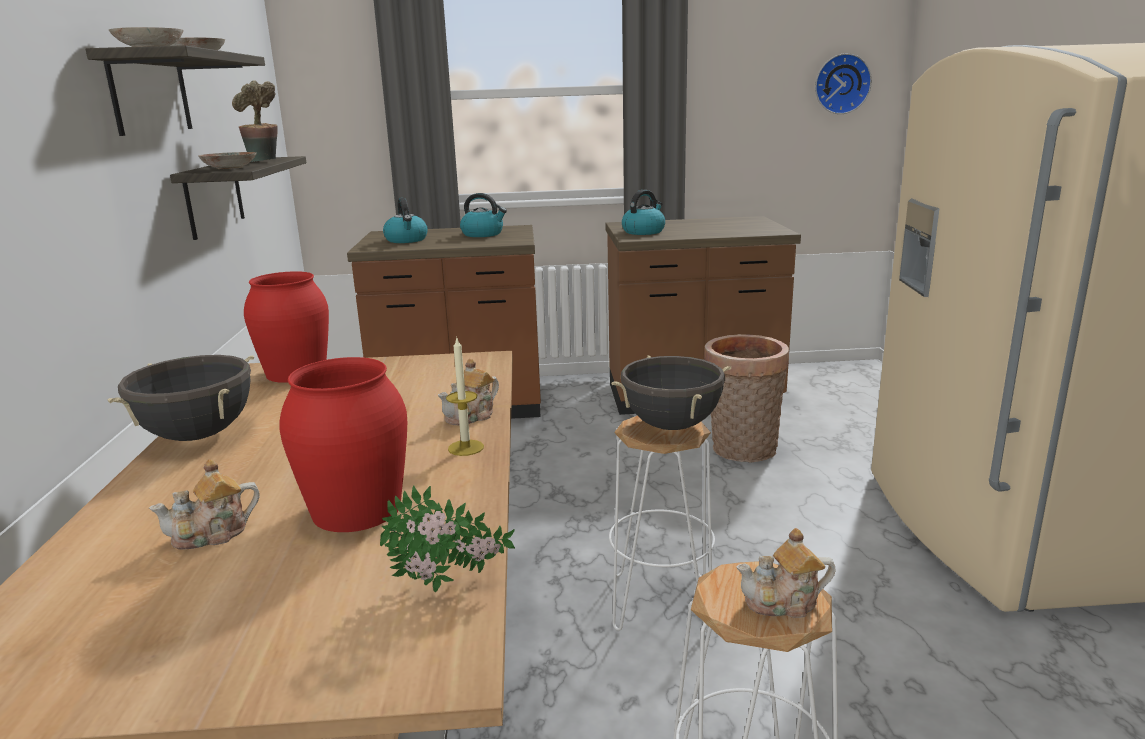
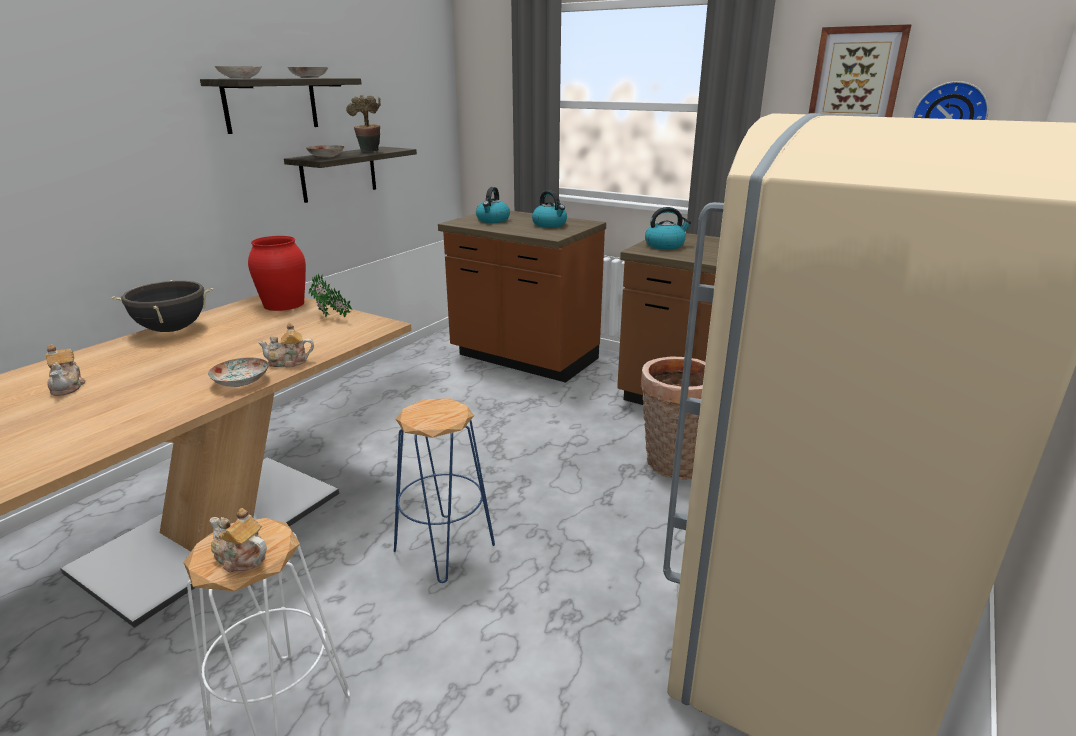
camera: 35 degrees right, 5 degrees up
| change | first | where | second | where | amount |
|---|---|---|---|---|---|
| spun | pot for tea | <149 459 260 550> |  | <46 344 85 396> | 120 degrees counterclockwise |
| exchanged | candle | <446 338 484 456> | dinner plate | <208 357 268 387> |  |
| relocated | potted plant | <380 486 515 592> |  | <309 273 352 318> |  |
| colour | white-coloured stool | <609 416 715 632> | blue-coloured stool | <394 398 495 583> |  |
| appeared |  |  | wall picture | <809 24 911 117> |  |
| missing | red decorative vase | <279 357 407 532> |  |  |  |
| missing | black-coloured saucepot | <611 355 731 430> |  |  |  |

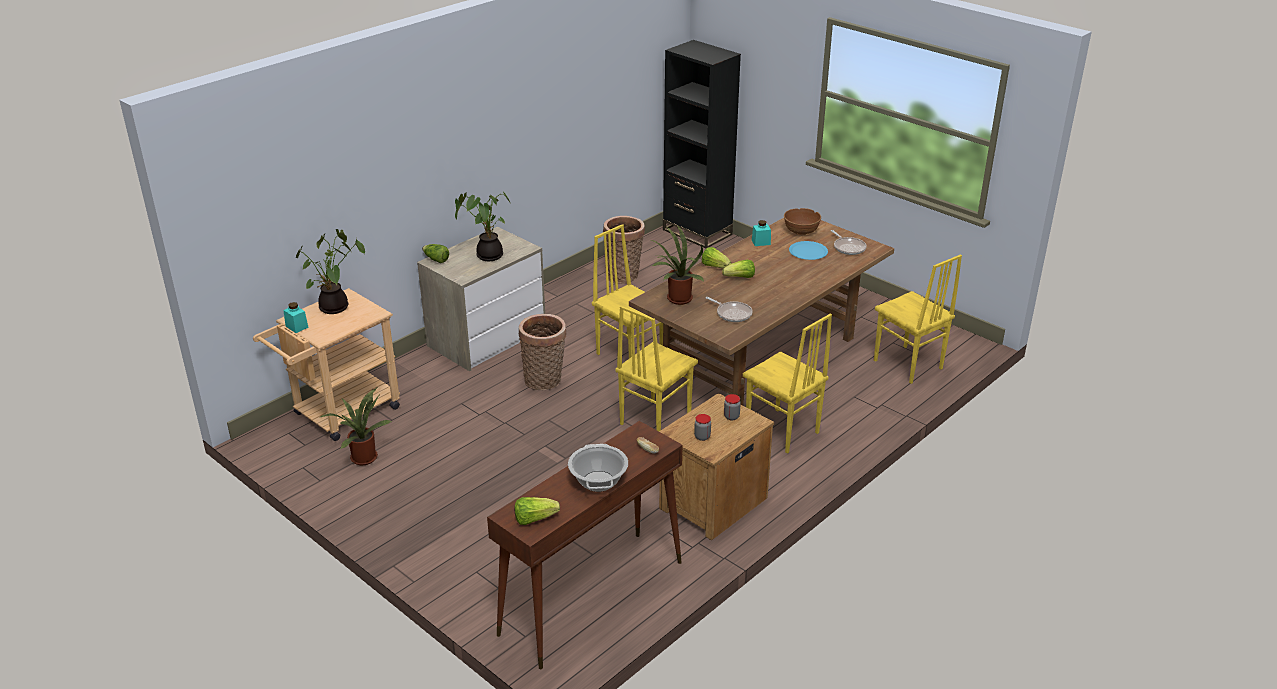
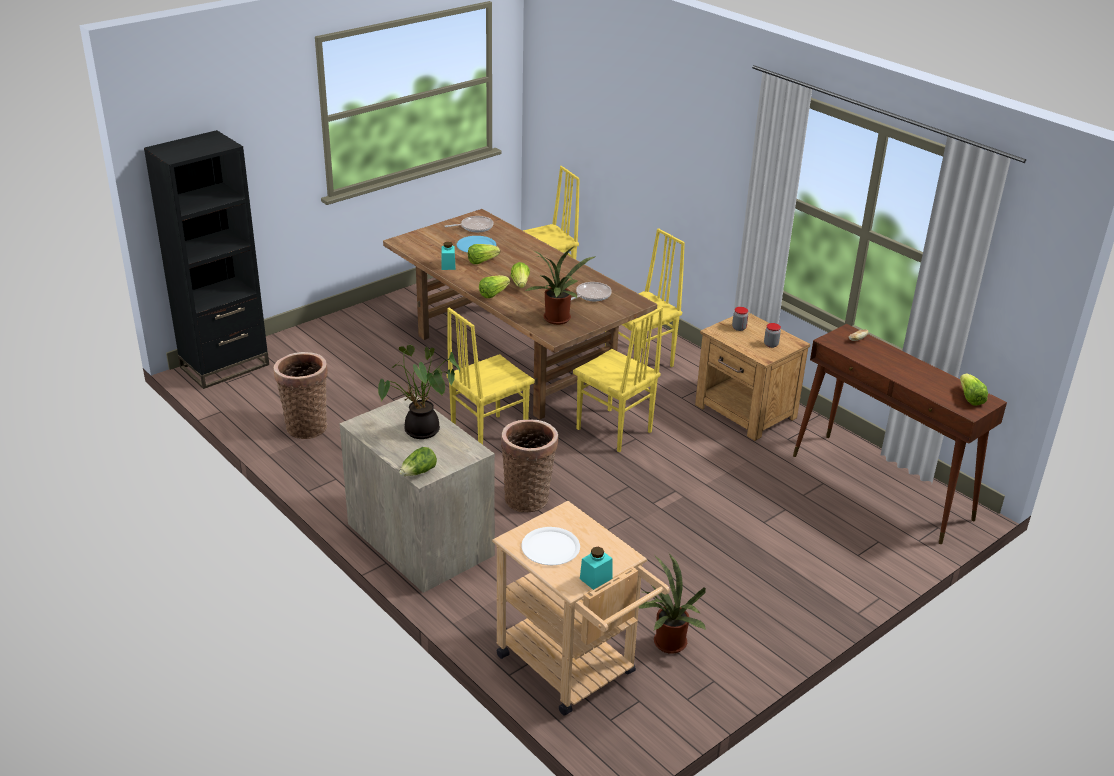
camera: 85 degrees left, 0 degrees up
| change | first | where | second | where | amount |
|---|---|---|---|---|---|
| appeared |  |  | head of lettuce | <468 244 500 264> |  |
| exchanged | potted plant | <296 229 365 314> | white-coloured dinner plate | <521 527 580 565> |  |
| missing | saucepot | <568 444 628 492> |  |  |  |
| missing | brown bowl | <784 208 821 235> |  |  |  |

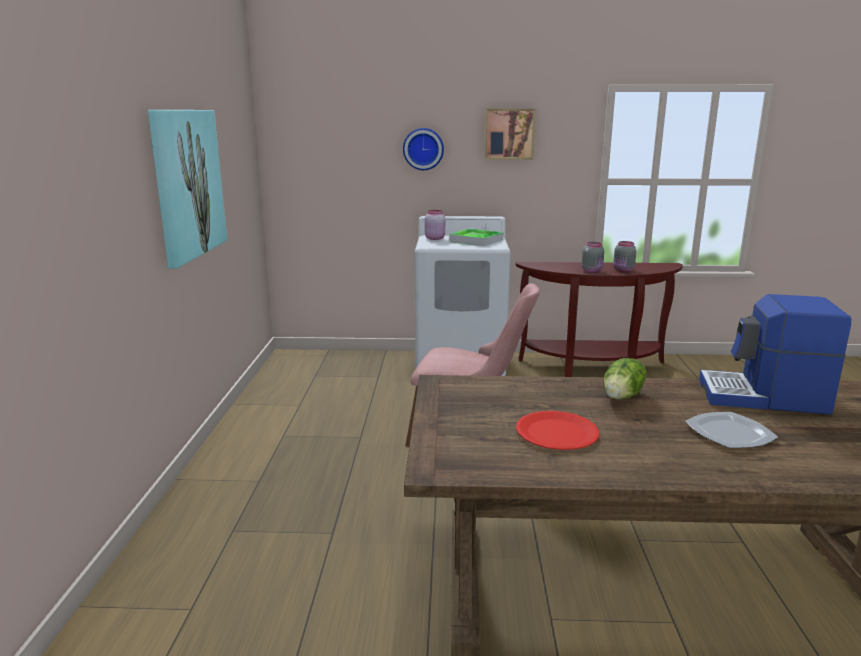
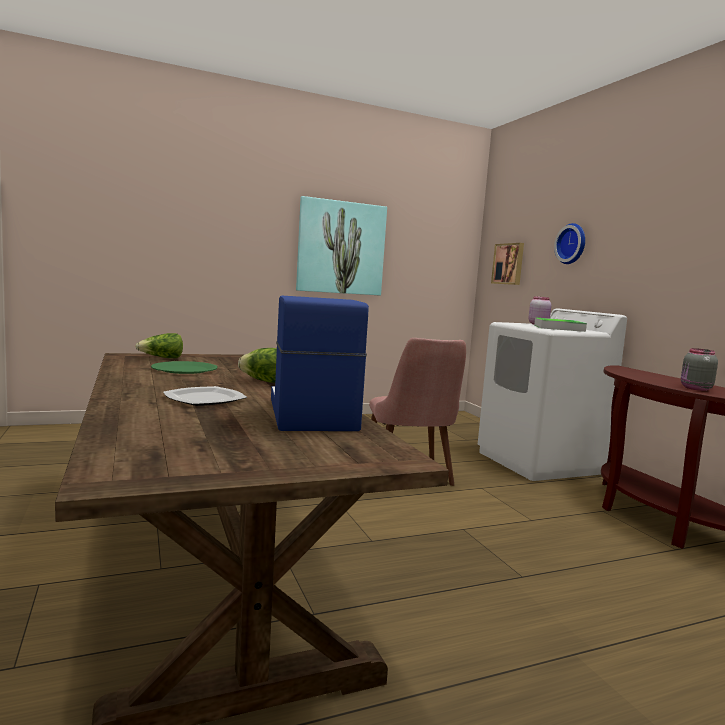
camera: 65 degrees right, 10 degrees down
| change | first | where | second | where | amount |
|---|---|---|---|---|---|
| appeared |  |  | head of lettuce | <135 333 183 358> |  |
| colour | red dinner plate | <516 411 599 450> | green dinner plate | <151 361 218 374> |  |
| relocated | wall picture | <485 109 535 159> |  | <491 243 524 285> |  |
| missing | grey preserve jar | <581 242 604 273> |  |  |  |

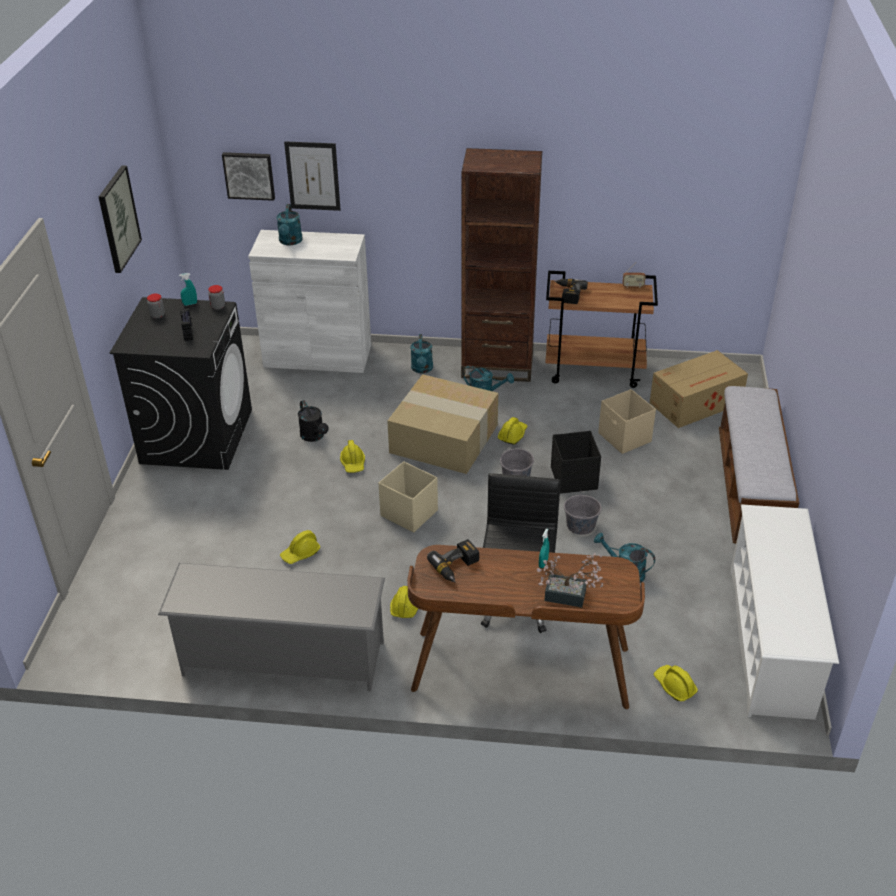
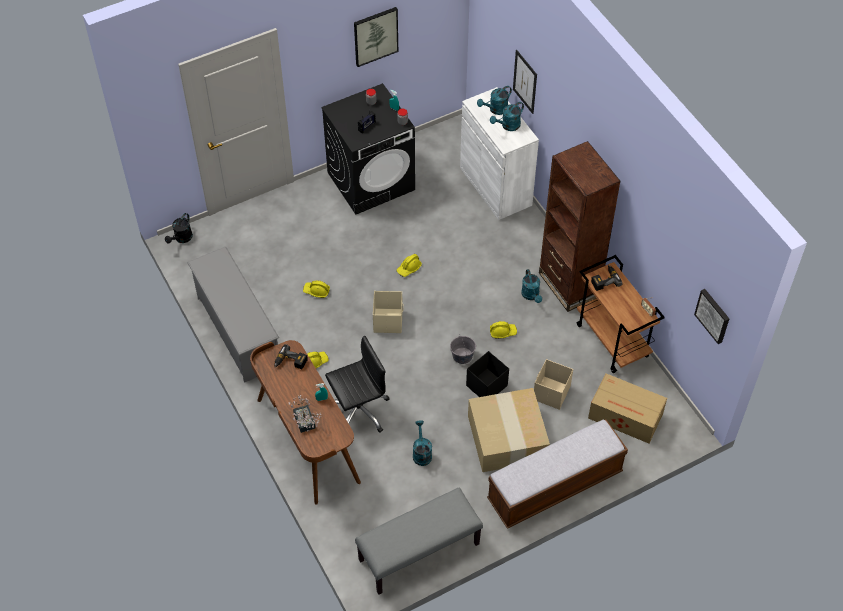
camera: 55 degrees right, 15 degrees up
| change | first | where | second | where | amount |
|---|---|---|---|---|---|
| relocated | black-coloured watering can | <298 400 328 442> |  | <165 213 193 244> |  |
| exchanged | white-coloured shoe shelf | <730 504 839 720> | grey indoor bench | <355 487 483 595> |  |
| relocated | cardboard box | <387 374 498 474> |  | <468 388 550 472> |  |
| relocated | turquoise watering can | <410 334 433 374> |  | <490 102 524 131> |  |
| relocated | wall picture | <222 152 275 201> |  | <694 289 729 344> |  |
| missing | grey water bucket | <564 489 602 535> |  |  |  |
| missing | yellow-coloured work helmet | <654 665 698 701> |  |  |  |

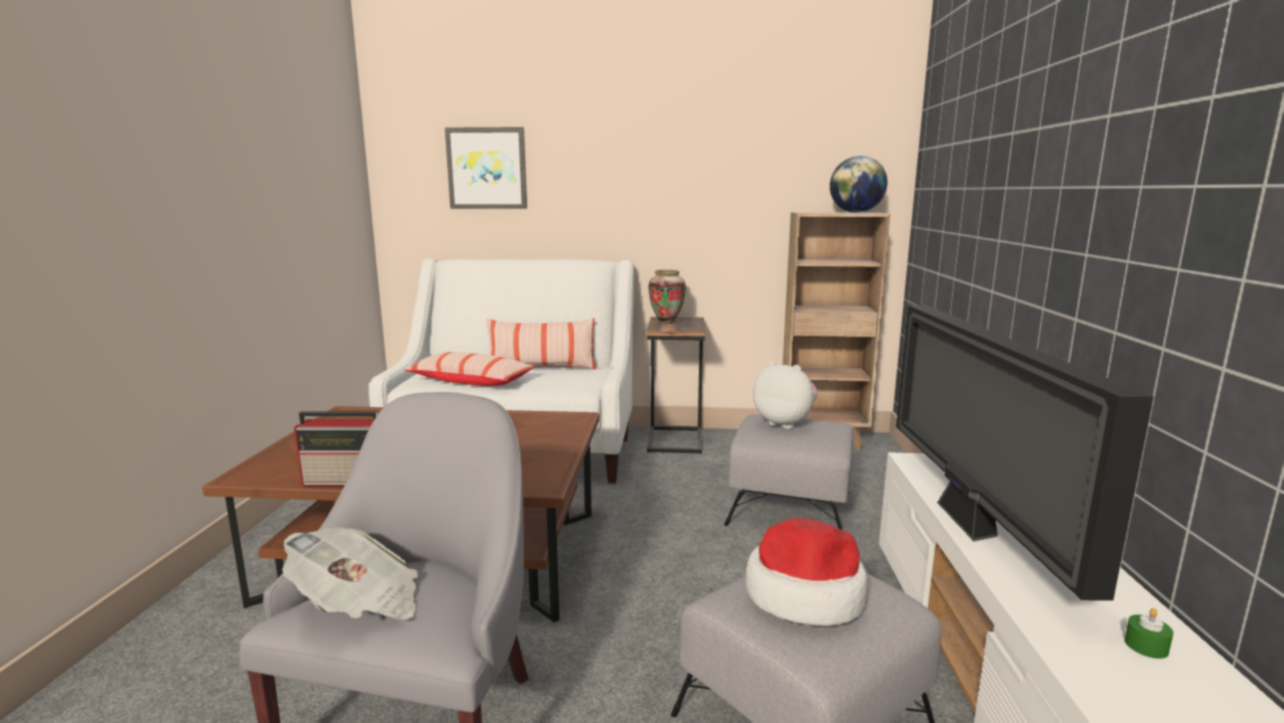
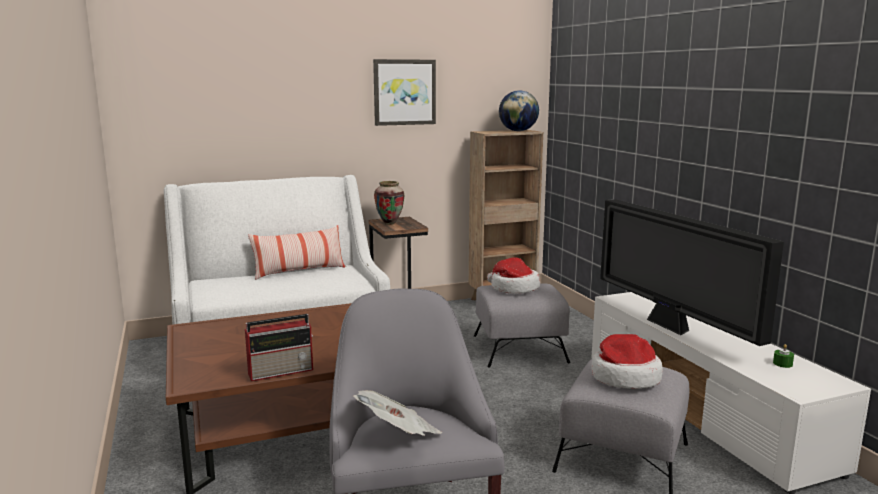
camera: 25 degrees left, 0 degrees up
| change | first | where | second | where | amount |
|---|---|---|---|---|---|
| relocated | wall picture | <445 127 527 209> |  | <373 59 436 126> |  |
| exchanged | cuddly toy | <753 361 818 429> | wearable hat | <487 257 540 294> |  |
| missing | pillow | <404 352 535 386> |  |  |  |

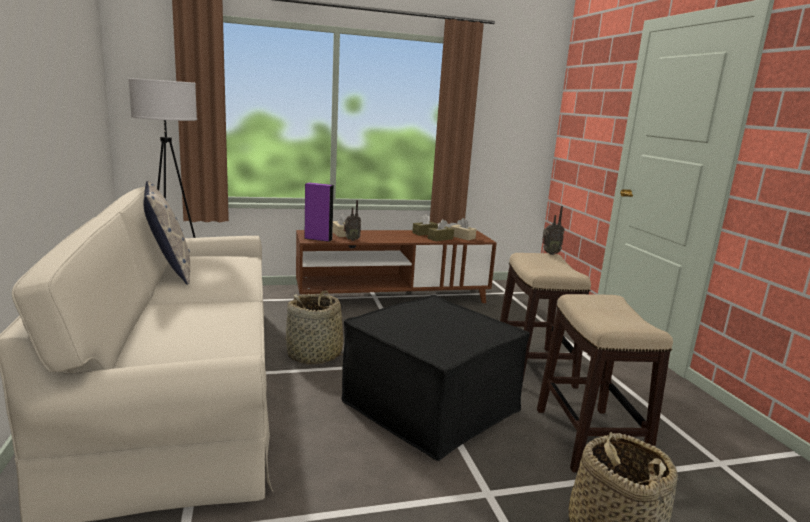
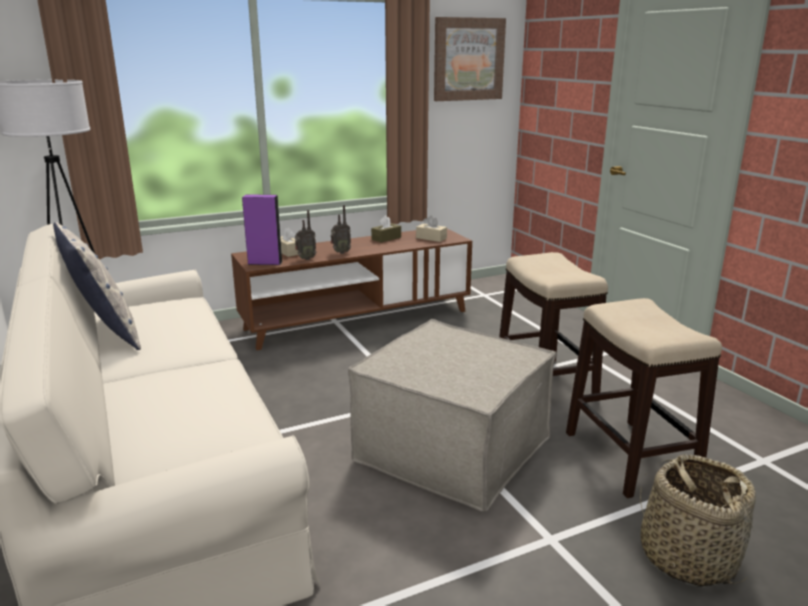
camera: 10 degrees left, 5 degrees up
| change | first | where | second | where | amount |
|---|---|---|---|---|---|
| relocated | radio set | <542 206 564 255> |  | <330 205 351 254> |  |
| colour | black-coloured footrest | <342 295 530 461> | beige-coloured footrest | <348 319 556 512> |  |
| appeared |  |  | wall picture | <434 17 506 101> |  |
| missing | household basket | <285 291 344 364> |  |  |  |
| missing | brown tissue holder | <428 219 454 241> |  |  |  |

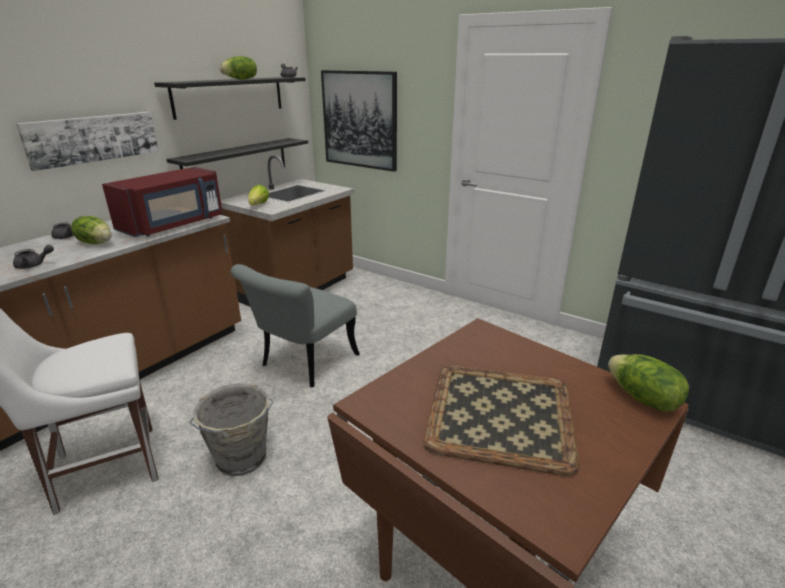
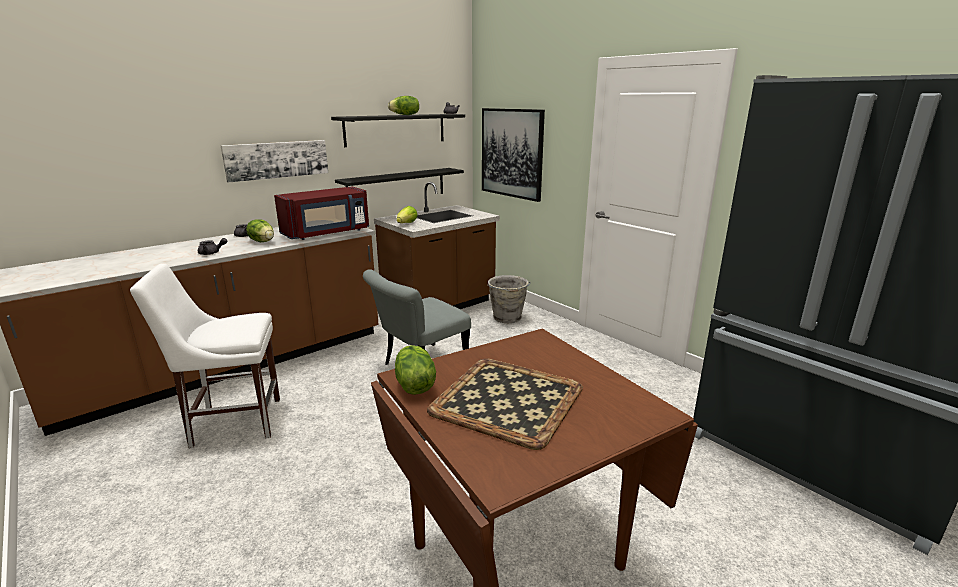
camera: 15 degrees right, 5 degrees down
| change | first | where | second | where | amount |
|---|---|---|---|---|---|
| relocated | head of lettuce | <608 354 689 412> |  | <395 345 436 395> |  |
| relocated | grey water bucket | <190 383 273 476> |  | <487 275 530 323> |  |

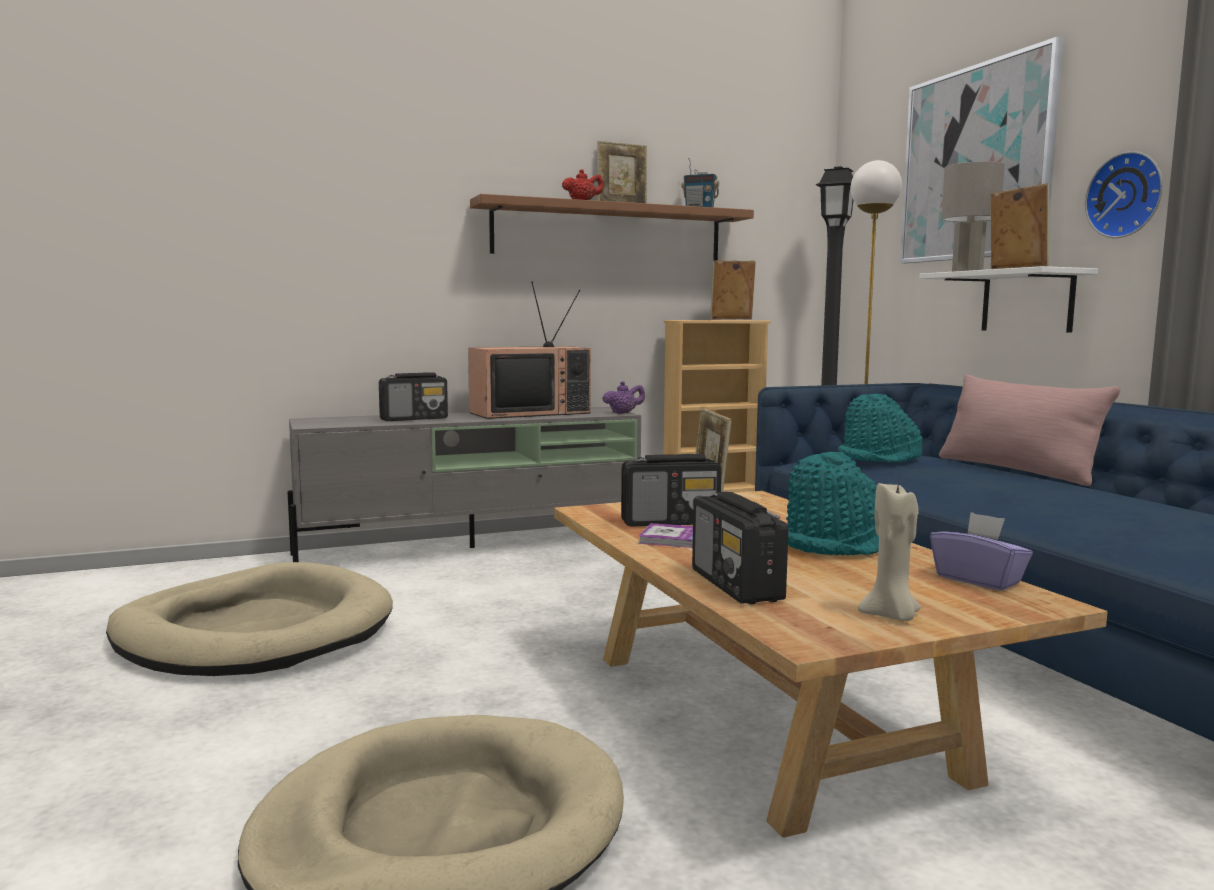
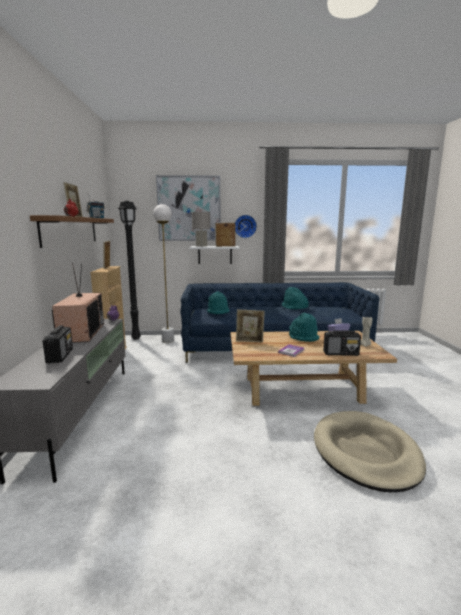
camera: 70 degrees left, 5 degrees up
| change | first | where | second | where | amount |
|---|---|---|---|---|---|
| appeared |  |  | turquoise wearable hat | <282 287 309 309> |  |
| missing | beige-coloured dog cushion | <106 562 393 676> |  |  |  |
| missing | radio set | <621 454 722 527> |  |  |  |
| missing | pink-coloured pillow | <939 375 1120 486> |  |  |  |

